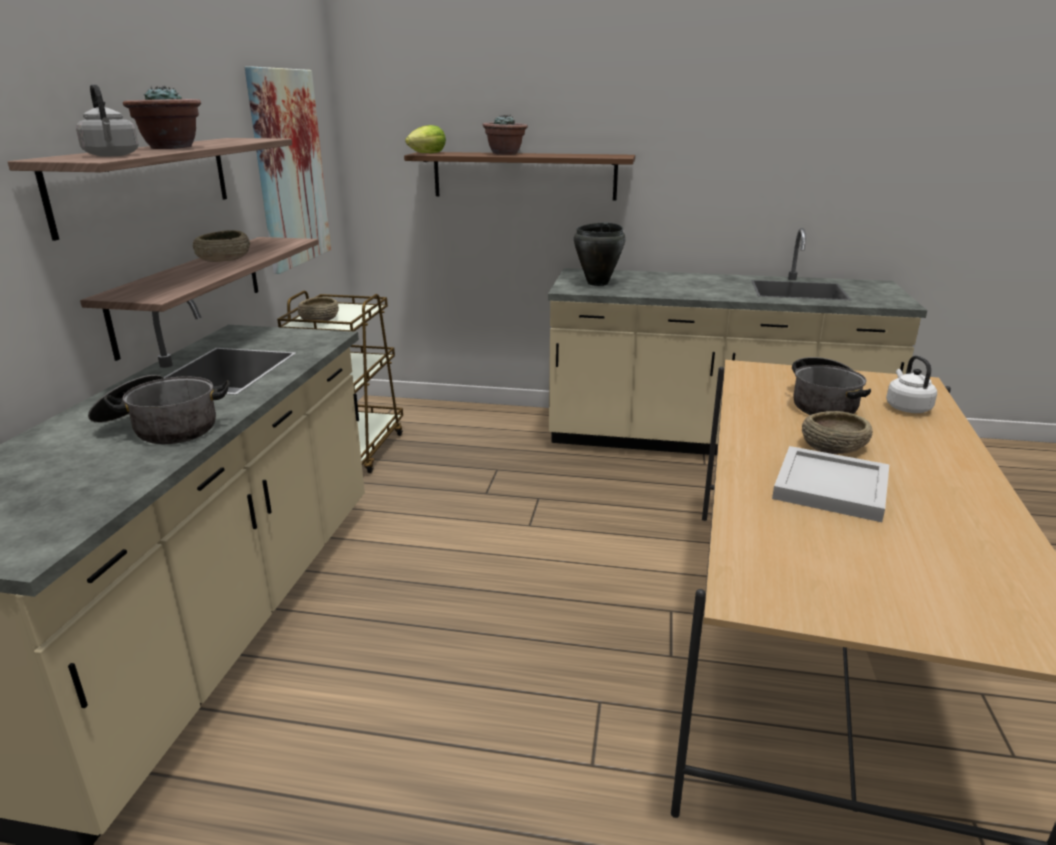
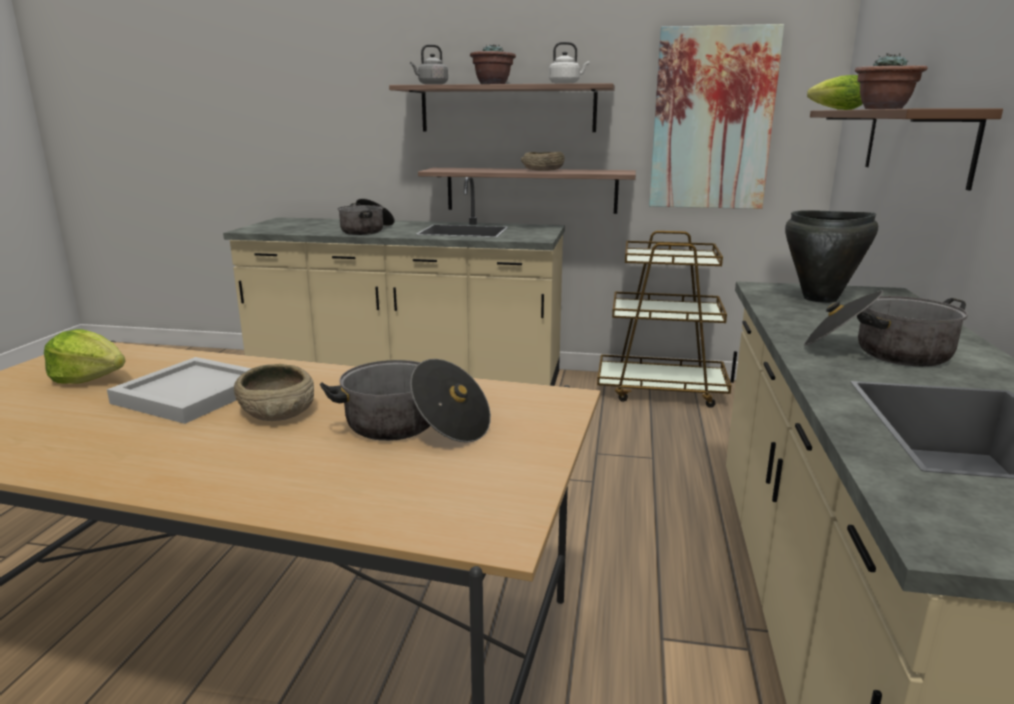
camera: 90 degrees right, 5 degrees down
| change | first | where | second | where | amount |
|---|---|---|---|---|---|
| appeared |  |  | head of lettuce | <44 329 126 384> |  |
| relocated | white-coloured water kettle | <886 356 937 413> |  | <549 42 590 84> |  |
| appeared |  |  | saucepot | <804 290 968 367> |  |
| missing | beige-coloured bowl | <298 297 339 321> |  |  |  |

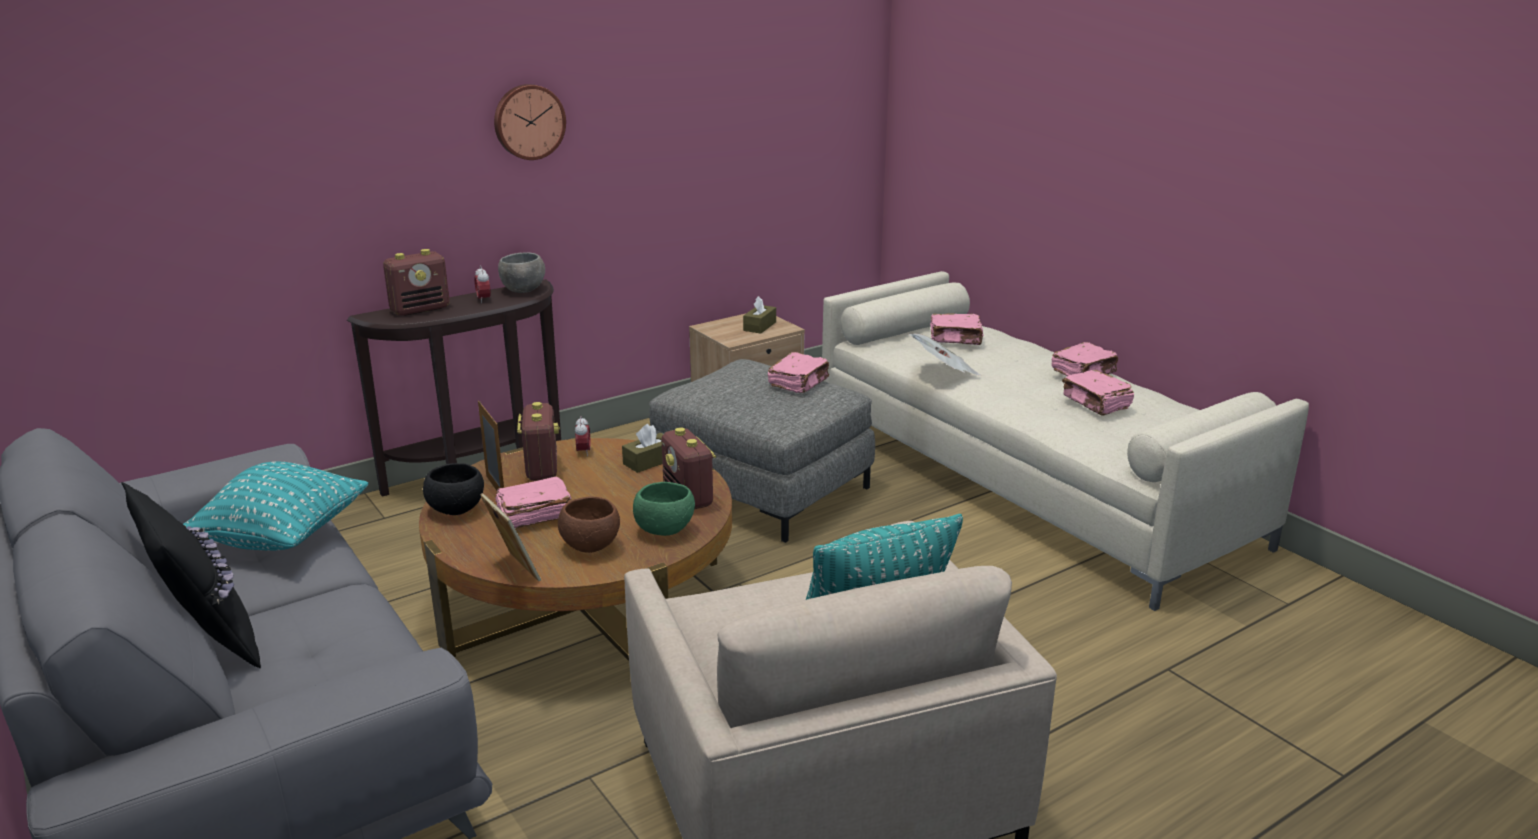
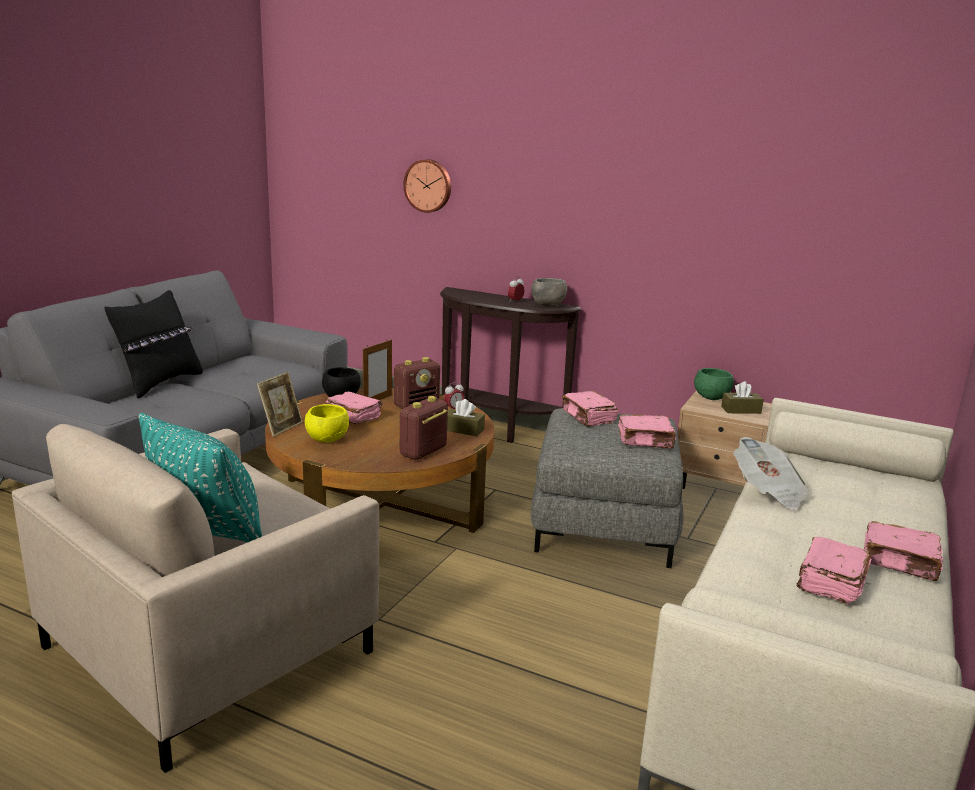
camera: 60 degrees right, 5 degrees down
| change | first | where | second | where | amount |
|---|---|---|---|---|---|
| colour | brown bowl | <558 496 620 553> | yellow-coloured bowl | <305 404 349 443> |  |
| relocated | hanging clock | <494 84 566 160> |  | <403 159 451 213> |  |
| relocated | pink-coloured bound book | <930 313 984 345> |  | <562 391 618 427> |  |
| relocated | green bowl | <633 482 695 536> |  | <694 368 734 400> |  |
| missing | turquoise pillow | <183 462 368 551> |  |  |  |
| missing | radio set | <383 249 450 316> |  |  |  |

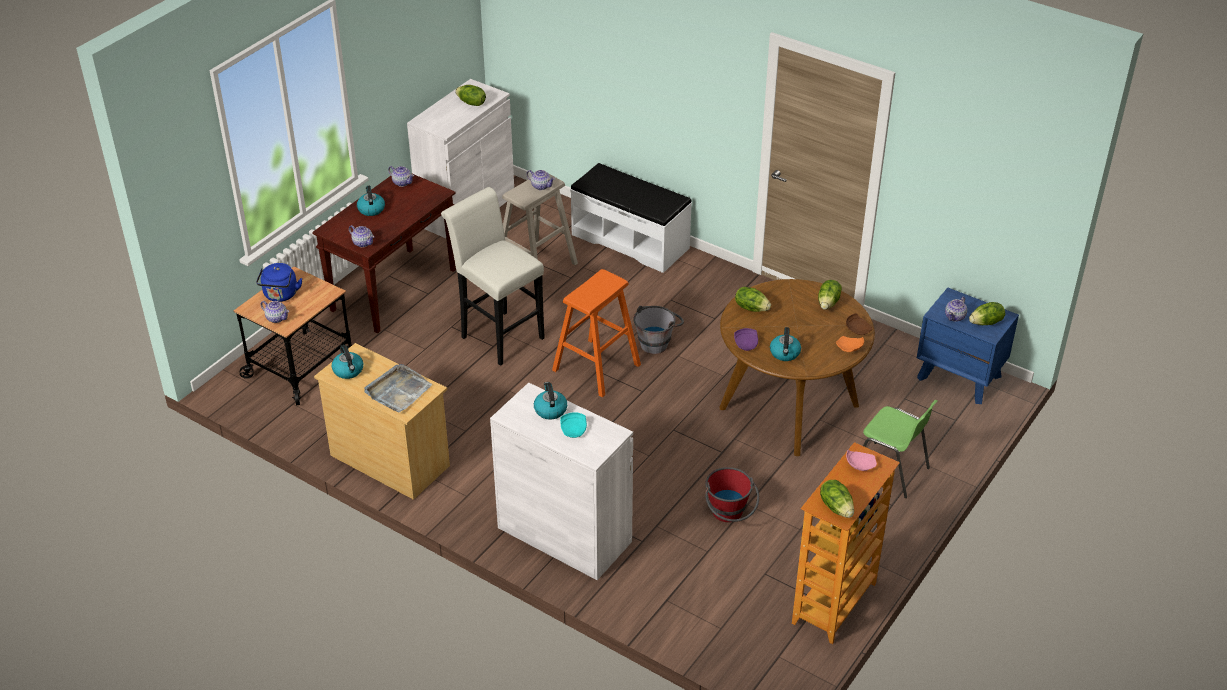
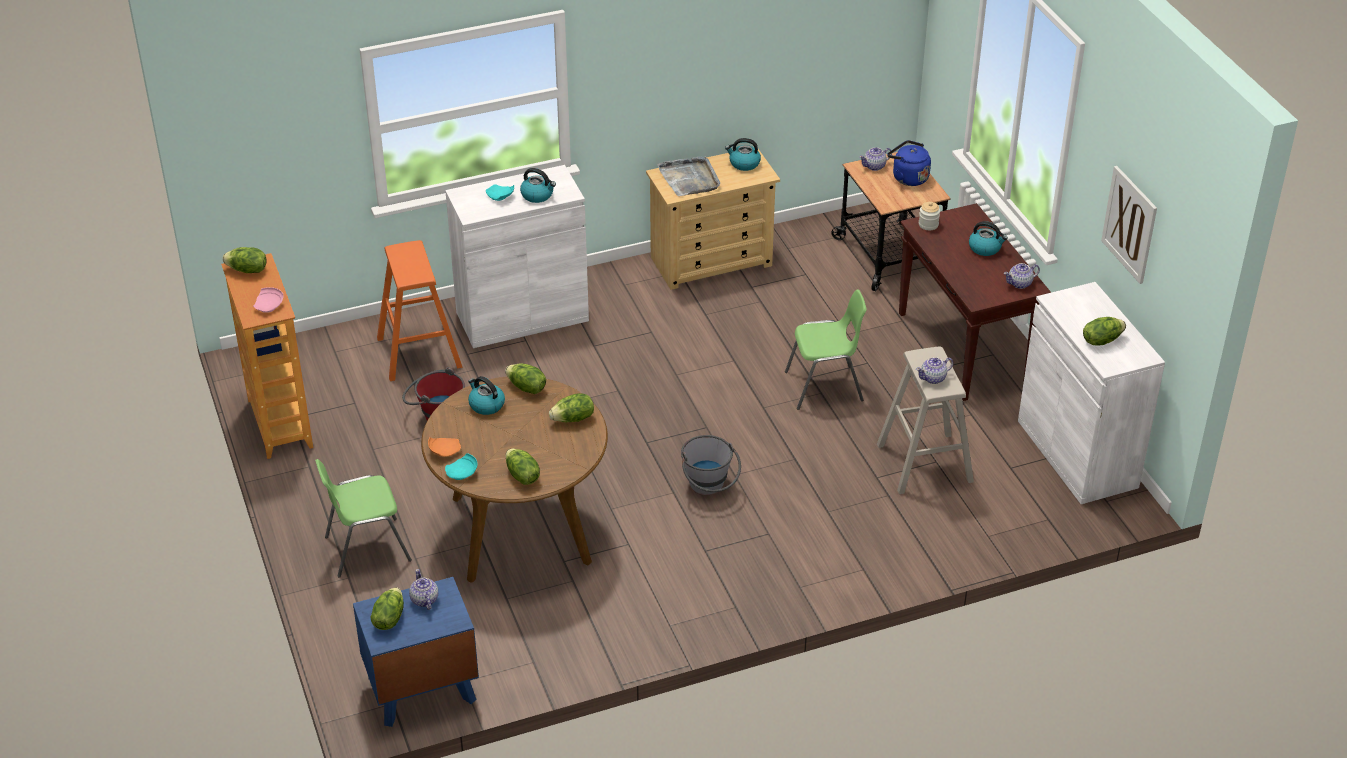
camera: 125 degrees right, 0 degrees up
| change | first | where | second | where | amount |
|---|---|---|---|---|---|
| relocated | orange stool | <552 269 641 398> |  | <377 240 462 381> |  |
| colour | brown dinner plate | <846 313 873 335> | turquoise dinner plate | <445 453 478 480> |  |
| exchanged | purple-coloured dinner plate | <734 328 758 351> | head of lettuce | <505 363 546 394> |  |
| exchanged | white-coloured stool | <441 187 545 366> | green upright chair | <785 289 867 410> |  |
| exchanged | pot for tea | <349 225 375 247> | preserve jar | <919 202 940 230> |  |
| appeared |  |  | wall picture | <1101 166 1157 284> |  |
| missing | white-coloured indoor bench | <570 163 692 273> |  |  |  |

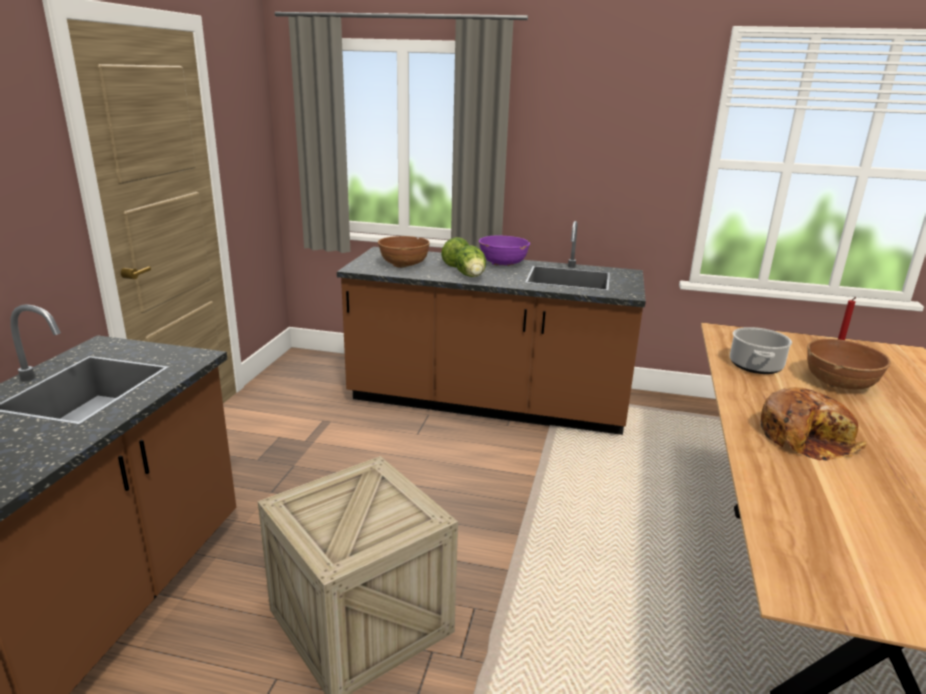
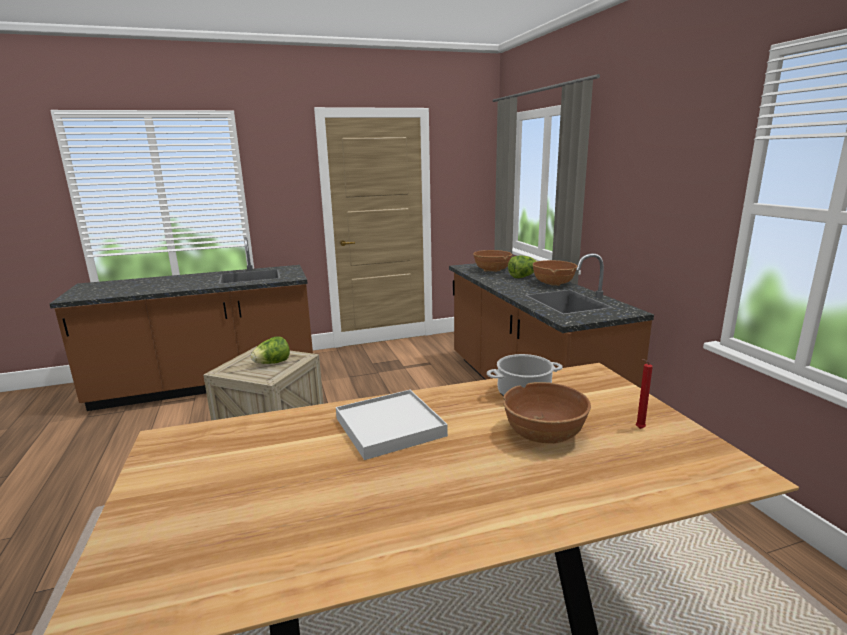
camera: 60 degrees right, 5 degrees down
| change | first | where | second | where | amount |
|---|---|---|---|---|---|
| relocated | head of lettuce | <455 245 486 277> |  | <251 336 290 364> |  |
| exchanged | bread | <760 387 867 461> | white-coloured tray | <336 390 448 460> |  |
| colour | purple-coloured bowl | <479 235 530 266> | brown bowl | <533 260 577 286> |  |

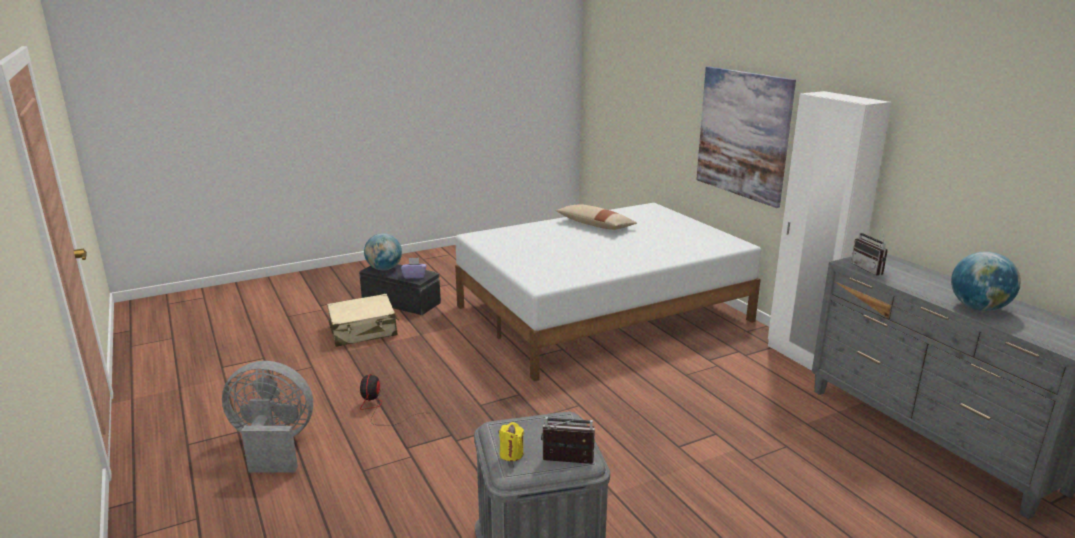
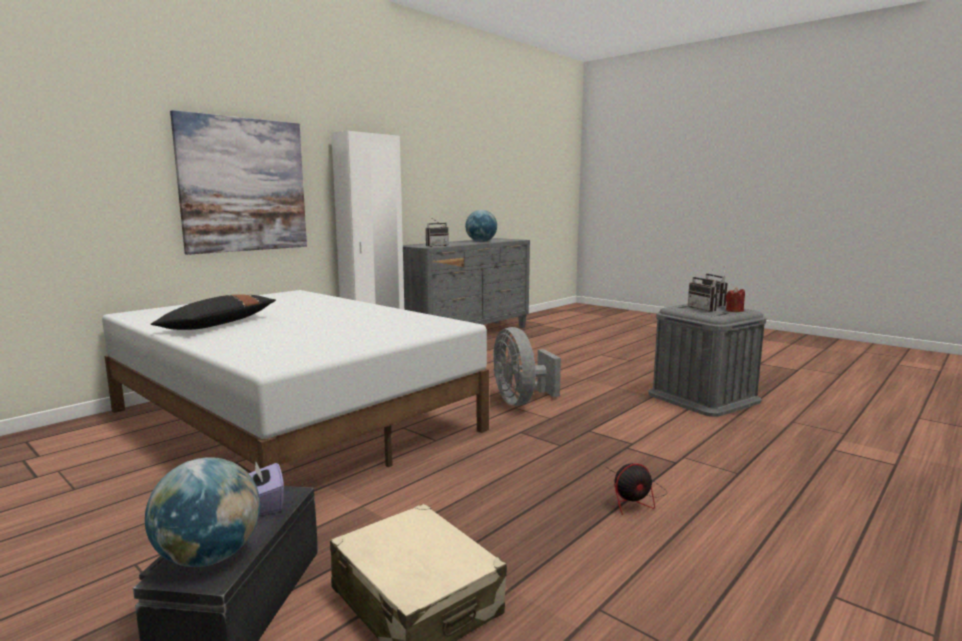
camera: 110 degrees left, 10 degrees down
| change | first | where | second | where | amount |
|---|---|---|---|---|---|
| colour | beige-coloured pillow | <555 204 637 230> | black-coloured pillow | <151 294 276 330> |  |
| relocated | grey fan | <222 361 313 473> |  | <493 327 561 406> |  |
| appeared |  |  | radio set | <688 269 718 312> |  |
| colour | yellow-coloured candle | <499 422 524 461> | red candle | <726 287 745 312> |  |

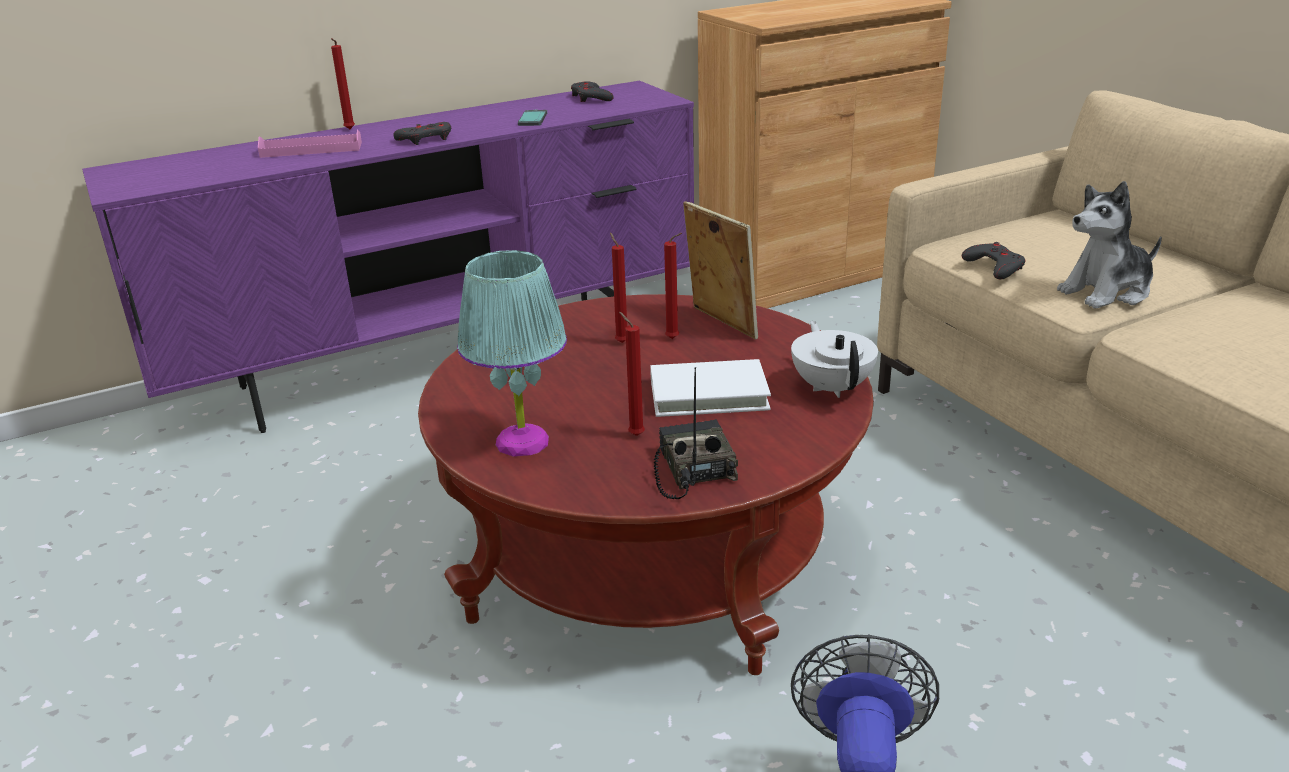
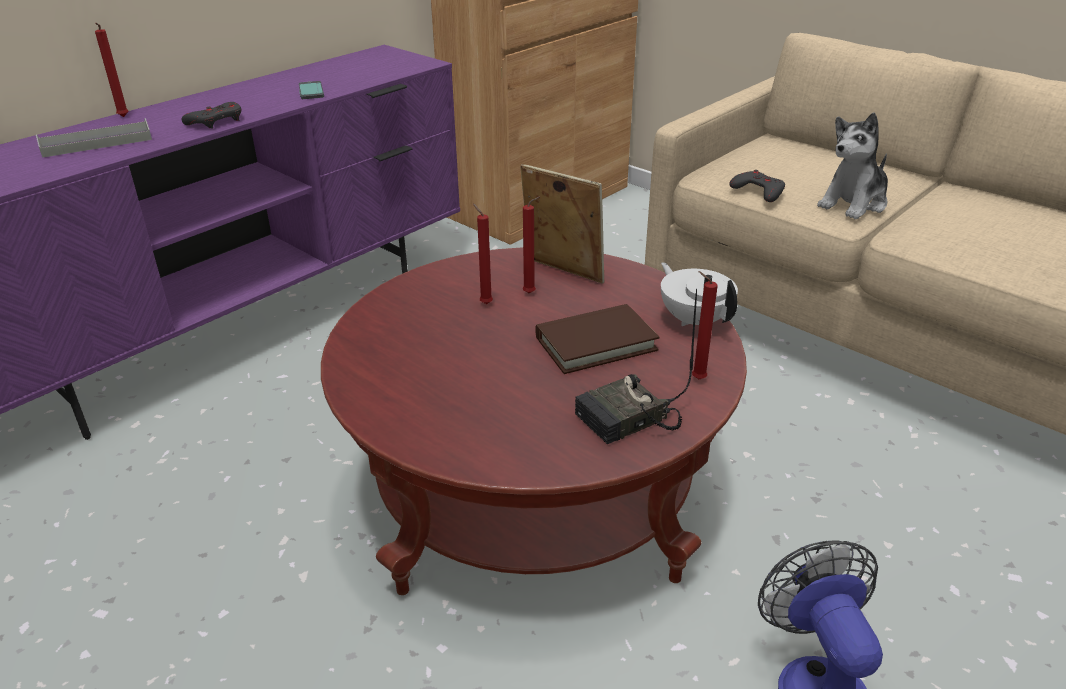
camera: 20 degrees left, 5 degrees up
| change | first | where | second | where | amount |
|---|---|---|---|---|---|
| colour | pink-coloured tray | <258 130 362 158> | grey tray | <36 118 152 158> |  |
| colour | white-coloured bound book | <650 359 771 417> | brown bound book | <535 304 660 374> |  |
| spun | radio set | <653 367 738 499> |  | <575 289 697 444> | 90 degrees counterclockwise |
| relocated | red candle | <619 312 645 436> |  | <692 271 718 379> |  |
| missing | turquoise tabletop lamp | <457 250 567 457> |  |  |  |
| missing | grey joypad | <571 81 614 102> |  |  |  |

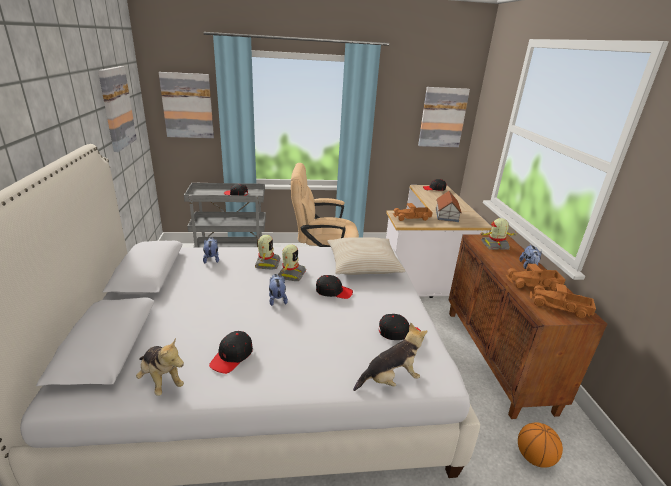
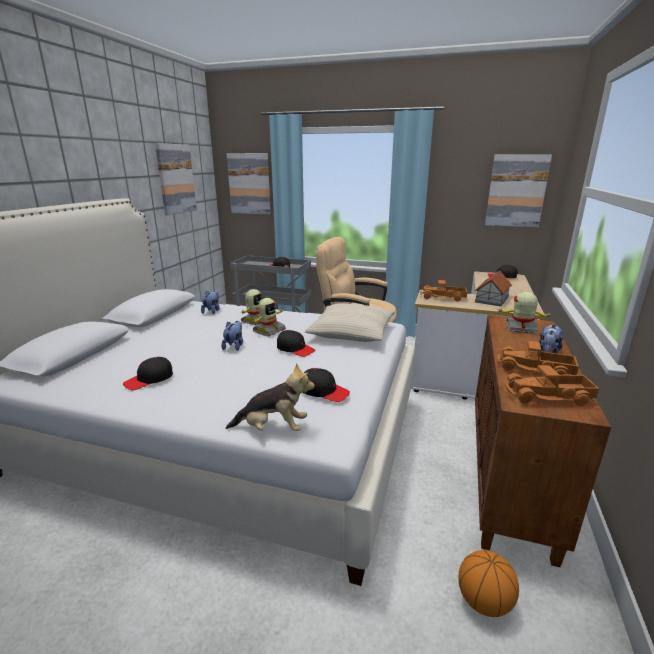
camera: 25 degrees right, 5 degrees down
| change | first | where | second | where | amount |
|---|---|---|---|---|---|
| spun | toy lorry | <529 284 596 318> |  | <505 365 599 406> | 45 degrees counterclockwise |
| missing | cuddly toy | <136 338 184 396> |  |  |  |

